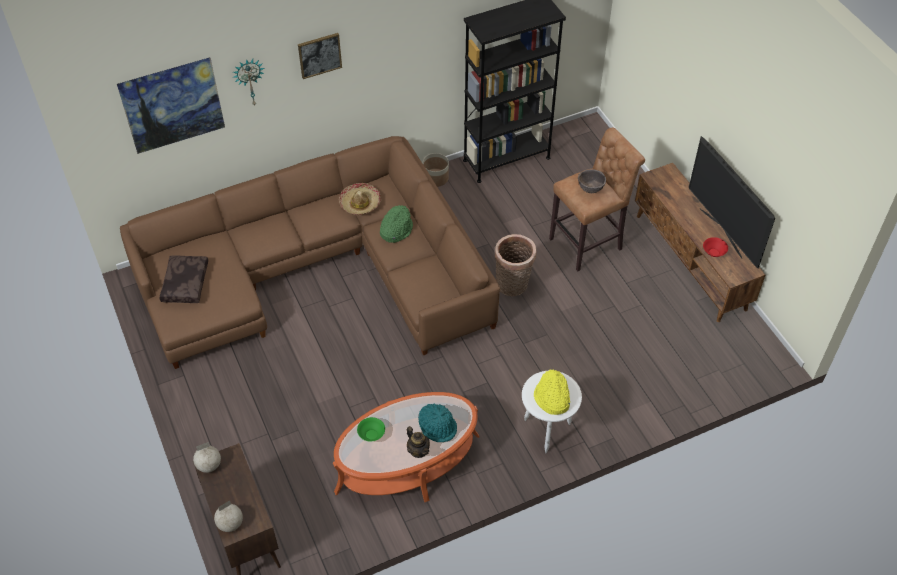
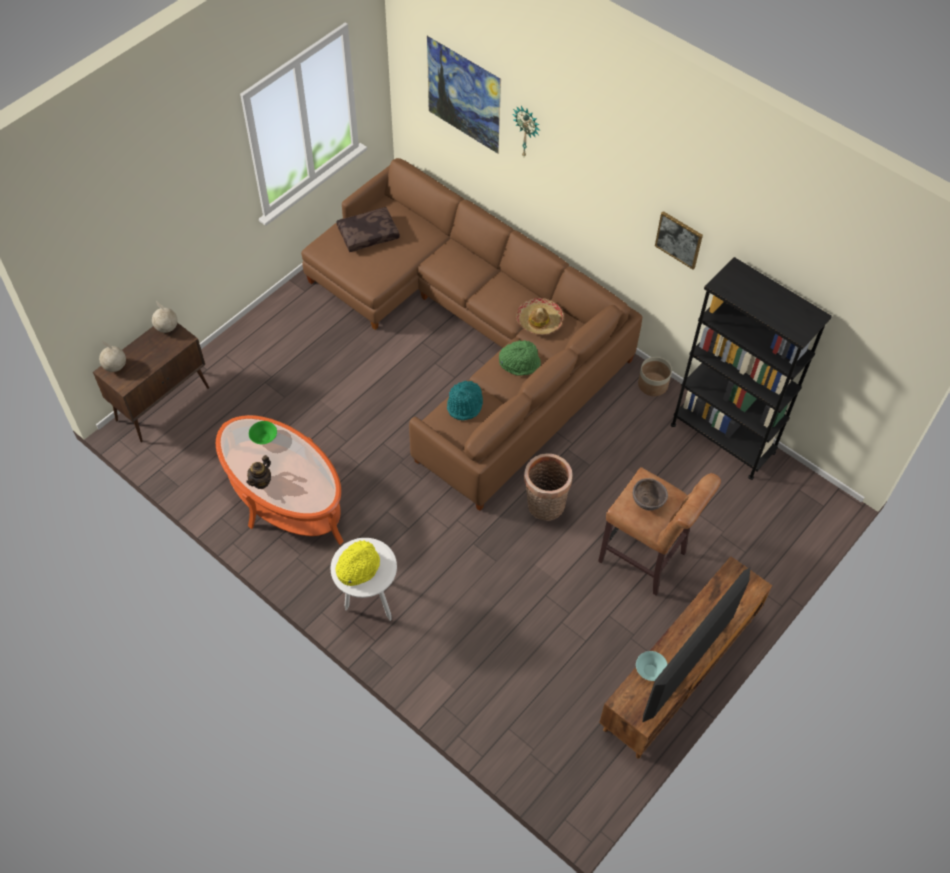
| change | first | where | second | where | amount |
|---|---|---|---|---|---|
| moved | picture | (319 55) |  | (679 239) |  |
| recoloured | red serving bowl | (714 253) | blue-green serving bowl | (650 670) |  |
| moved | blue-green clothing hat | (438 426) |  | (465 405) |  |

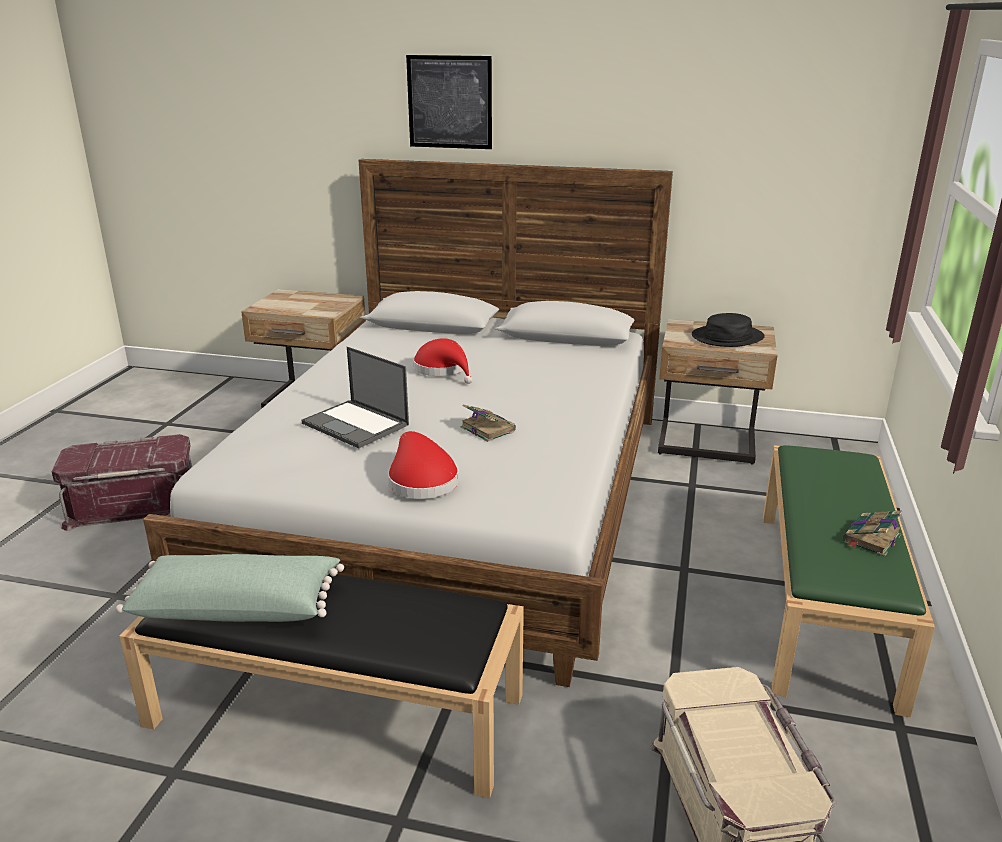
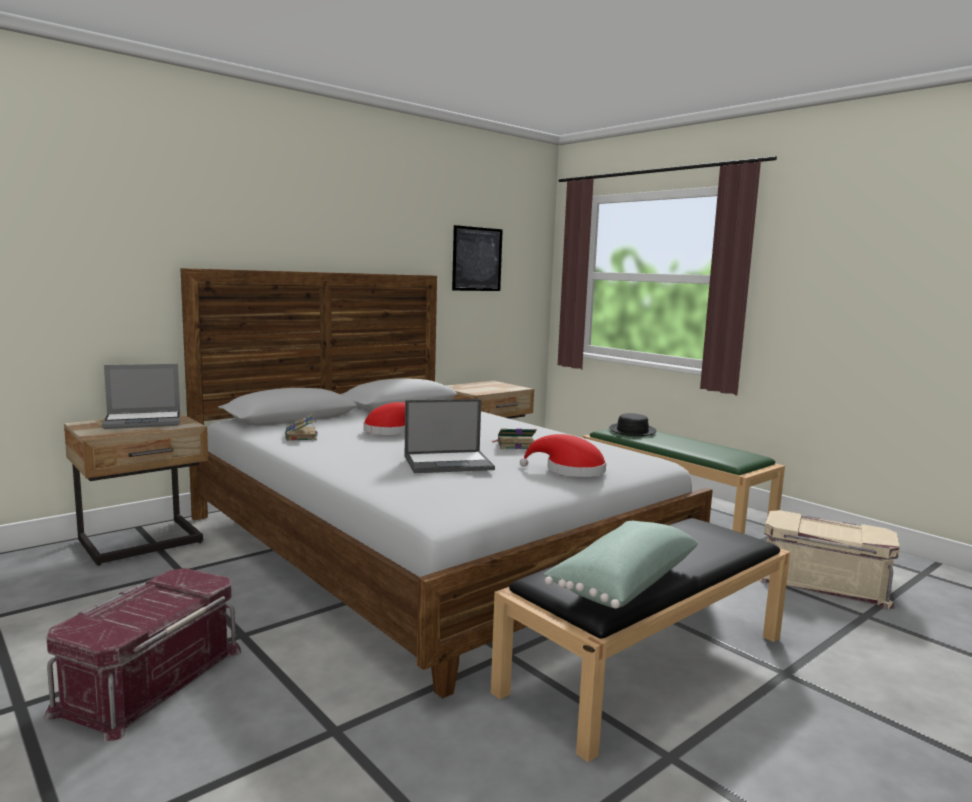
| change | first | where | second | where | amount |
|---|---|---|---|---|---|
| moved | picture | (449 102) |  | (477 259) |  |
| moved | black-coloured clothing hat | (727 337) |  | (632 431) |  |
| moved | book | (871 539) |  | (301 436) |  |
| added |  |  | notebook computer | (144 421) |  |

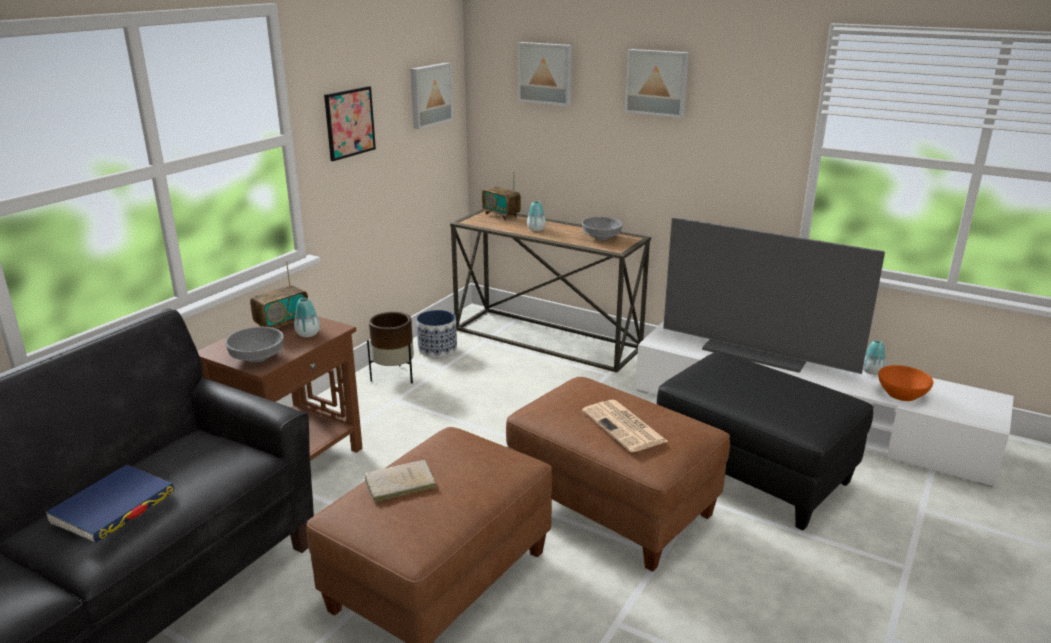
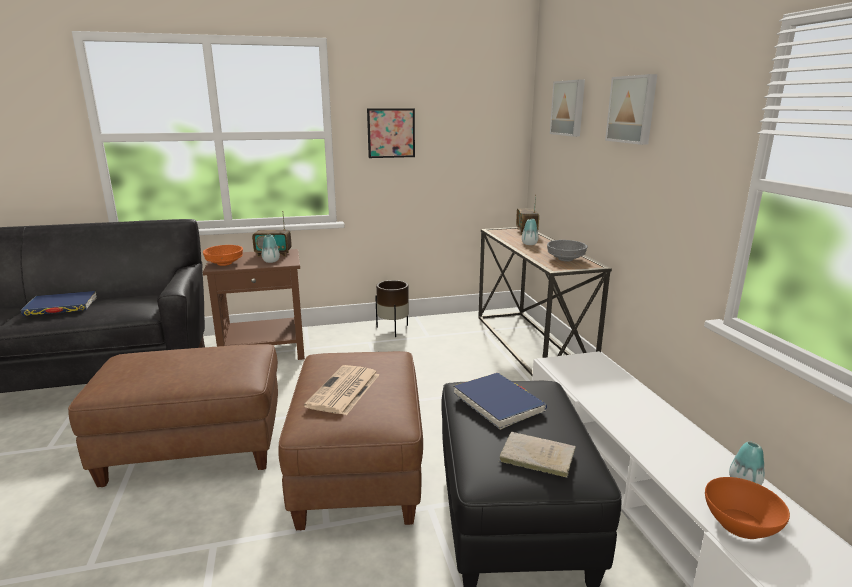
| change | first | where | second | where | amount |
|---|---|---|---|---|---|
| removed | picture | (429 95) |  |  |  |
| removed | TV | (757 352) |  |  |  |
| removed | plant pot | (437 349) |  |  |  |
| recoloured | grey serving bowl | (256 358) | orange-coloured serving bowl | (224 263) |  |
| moved | sand-coloured book | (398 483) |  | (535 456) |  |
| added |  |  | bluish book | (498 403) |  |

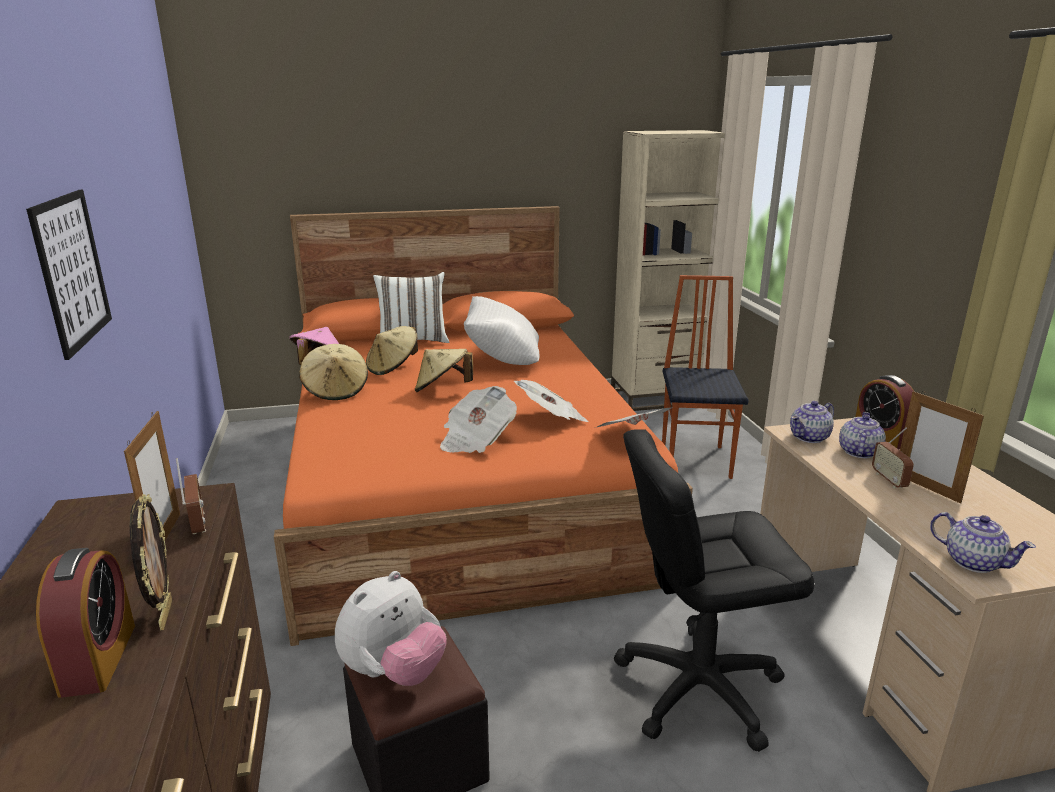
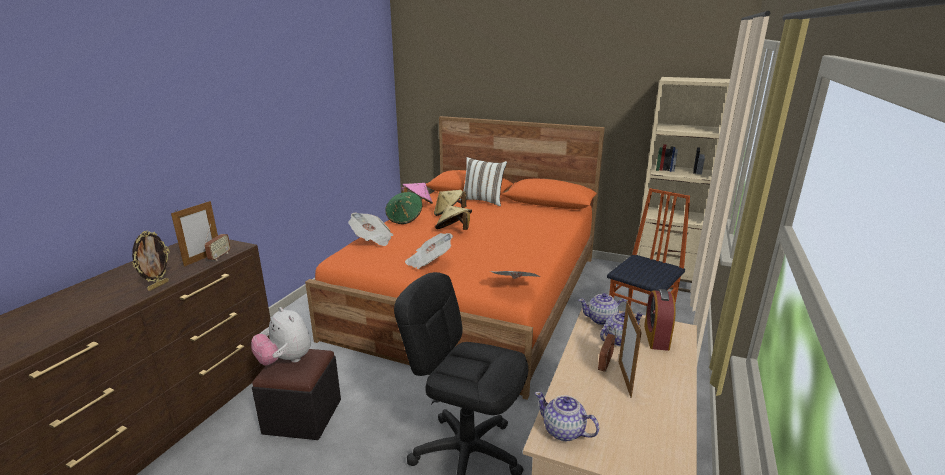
| change | first | where | second | where | amount |
|---|---|---|---|---|---|
| removed | picture | (72 270) |  |  |  |
| removed | white-coloured throw pillow | (503 360) |  |  |  |
| recoloured | sand-coloured clothing hat | (336 390) | greenish clothing hat | (404 219) |  |
| moved | printed paper | (551 419) |  | (372 239) |  |
| turned | teapot | (972 561) |  | (564 431) | 135 degrees clockwise |
| removed | alarm clock | (98 658) |  |  |  |
| turned | plush toy | (393 672) |  | (285 360) | 60 degrees clockwise |

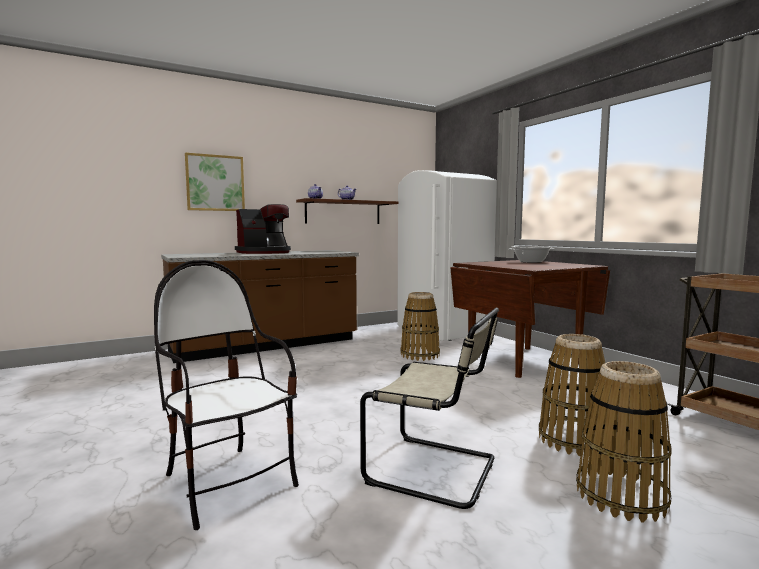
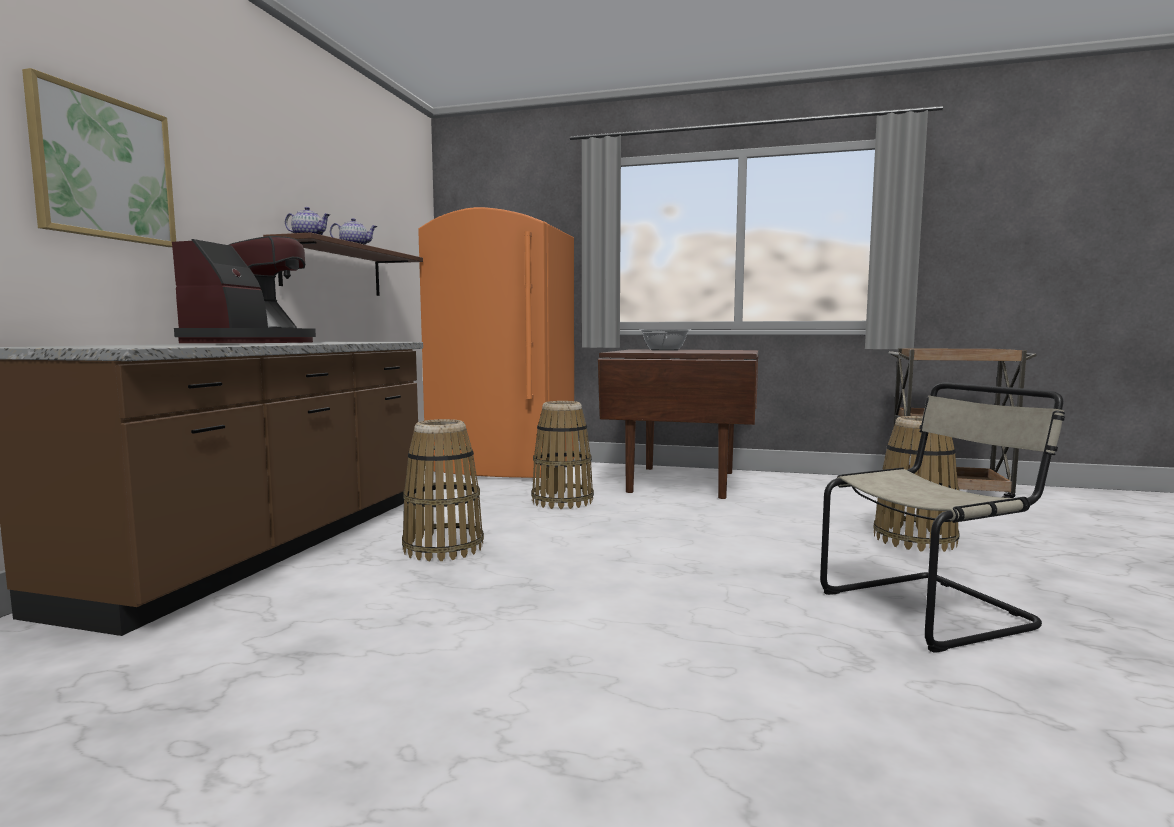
| change | first | where | second | where | amount |
|---|---|---|---|---|---|
| recoloured | white-coloured refrigerator | (442 331) | orange-coloured refrigerator | (503 468) |  |
| removed | chair | (228 483) |  |  |  |
| moved | basket | (621 496) |  | (443 547) |  |

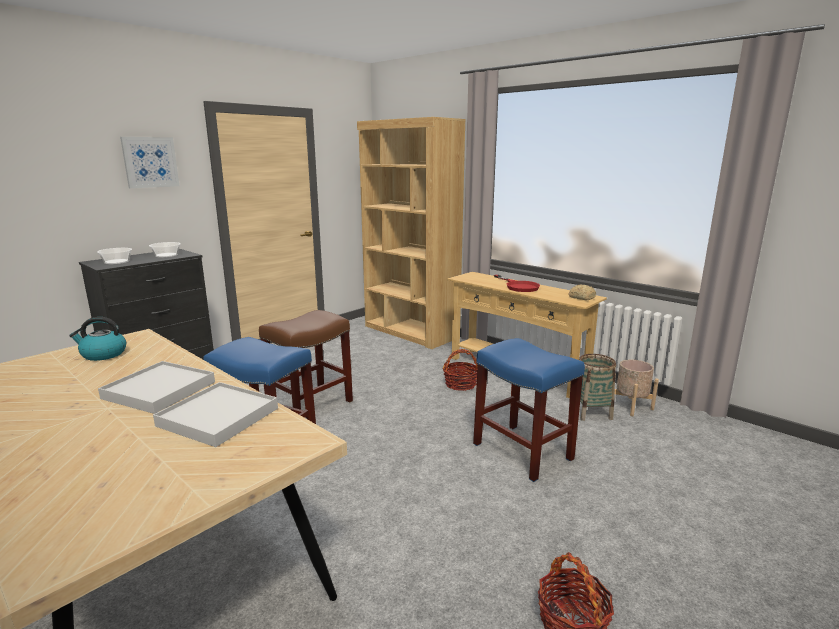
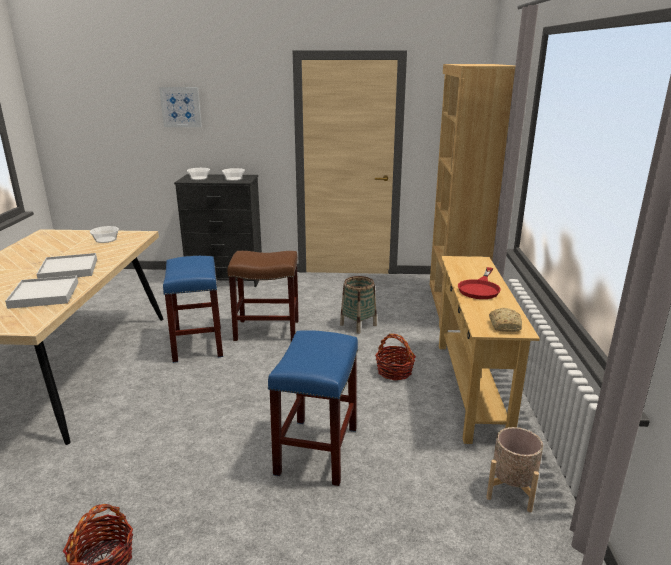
| change | first | where | second | where | amount |
|---|---|---|---|---|---|
| moved | picture | (150 162) |  | (181 107) |  |
| replaced | water kettle | (103 354) | serving bowl | (106 240) |  |
| moved | basket | (591 412) |  | (358 325) |  |

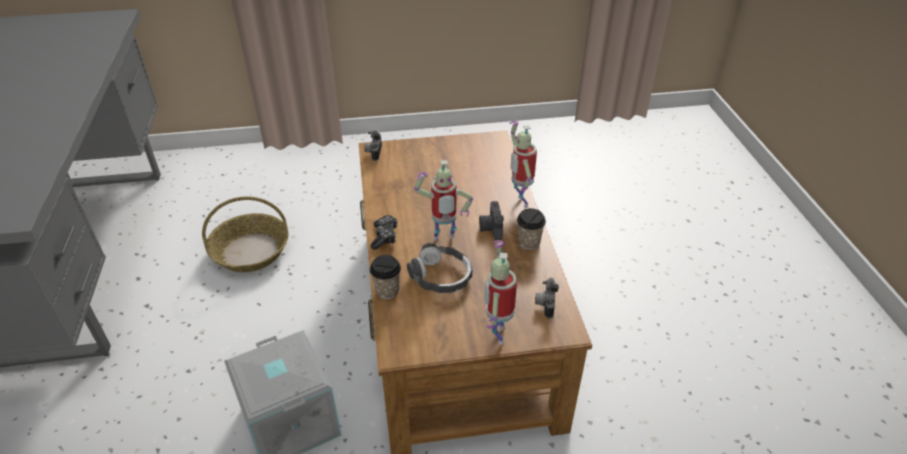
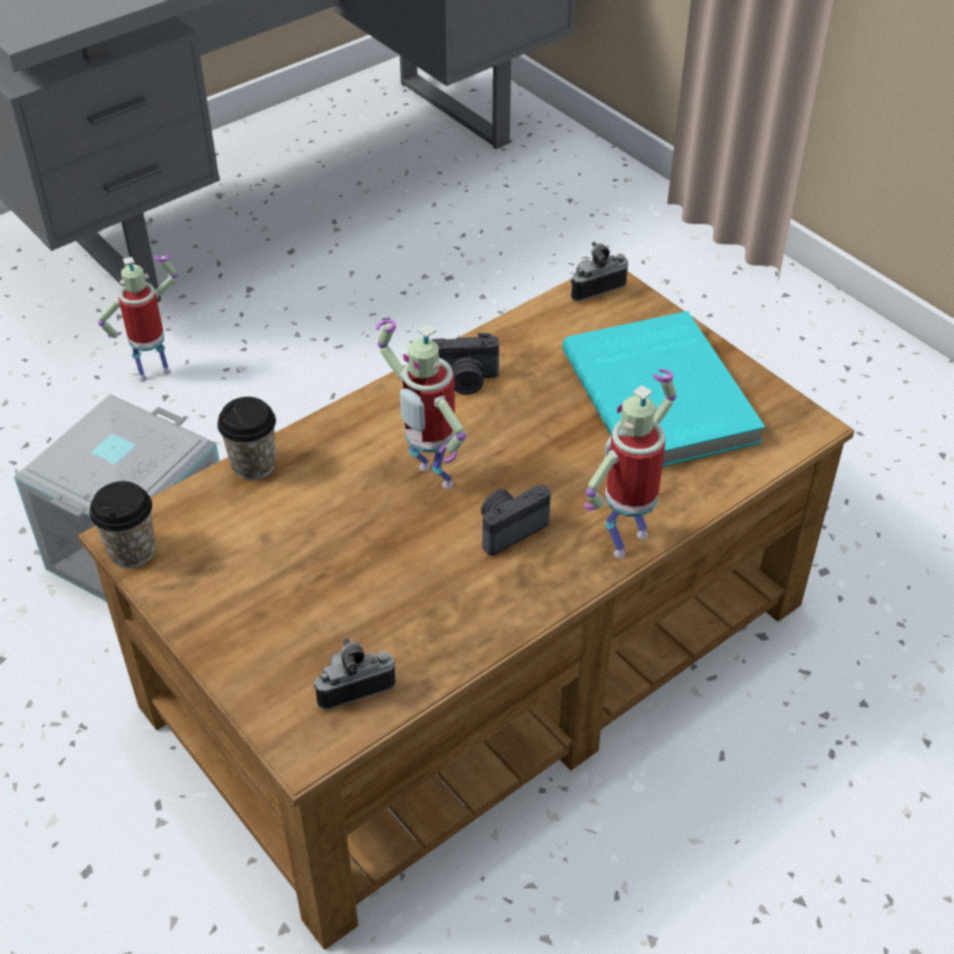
| change | first | where | second | where | amount |
|---|---|---|---|---|---|
| removed | basket | (251 251) |  |  |  |
| moved | small cup | (529 242) |  | (132 551) |  |
| removed | game controller | (384 236) |  |  |  |
| moved | model robot | (497 334) |  | (154 372) |  |
| removed | pair of headphones | (441 276) |  |  |  |
| added |  |  | blue-green book | (663 396) |  |
| added |  |  | still camera | (465 380) |  |

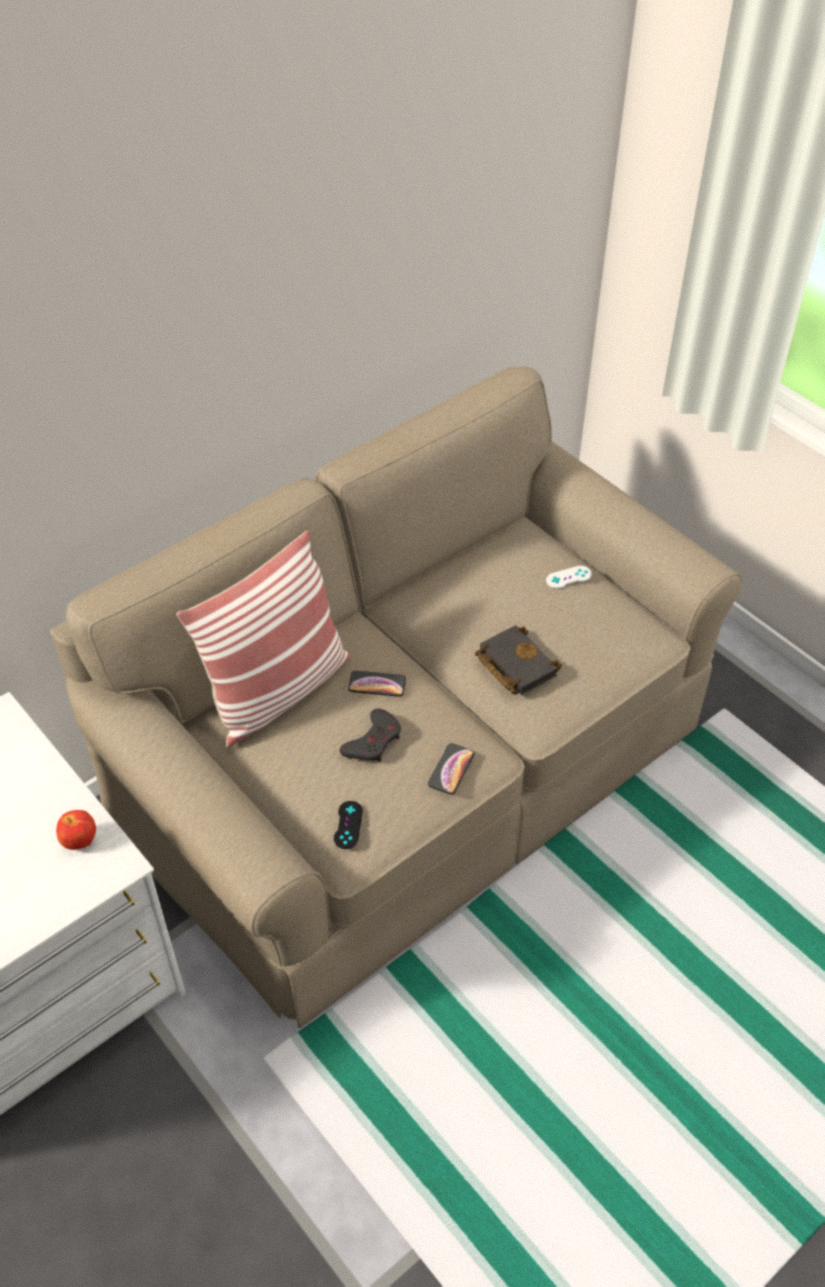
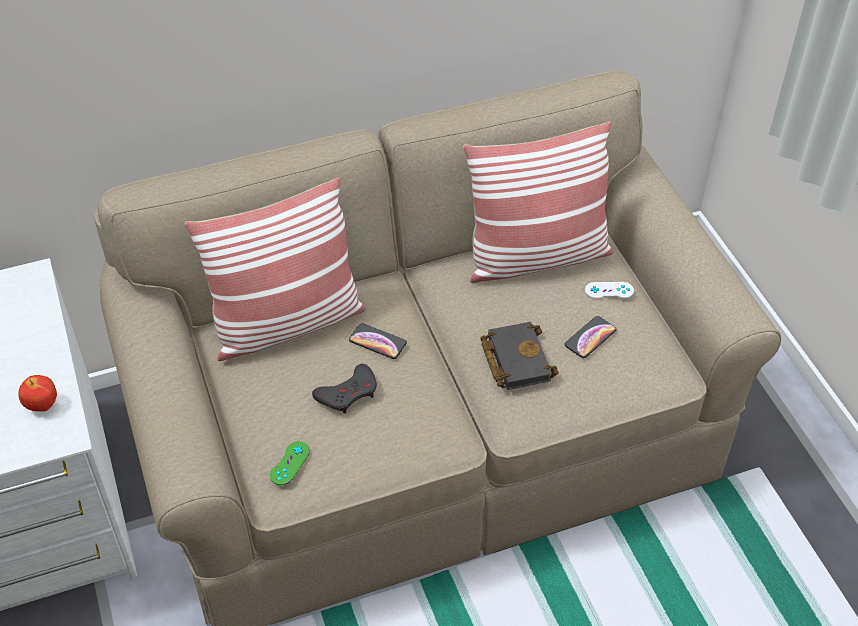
| change | first | where | second | where | amount |
|---|---|---|---|---|---|
| moved | telephone | (451 769) |  | (590 337) |  |
| recoloured | black-coloured game controller | (348 825) | greenish game controller | (289 463) |  |
| added |  |  | throw pillow | (536 256) |  |

